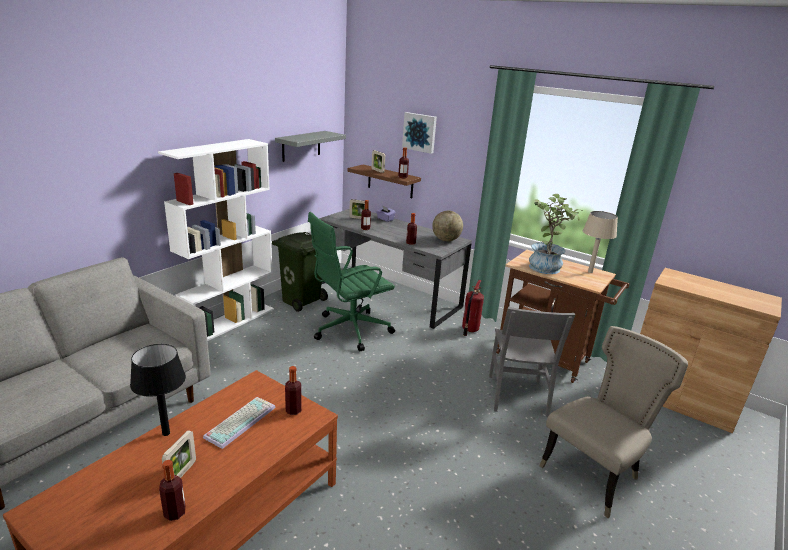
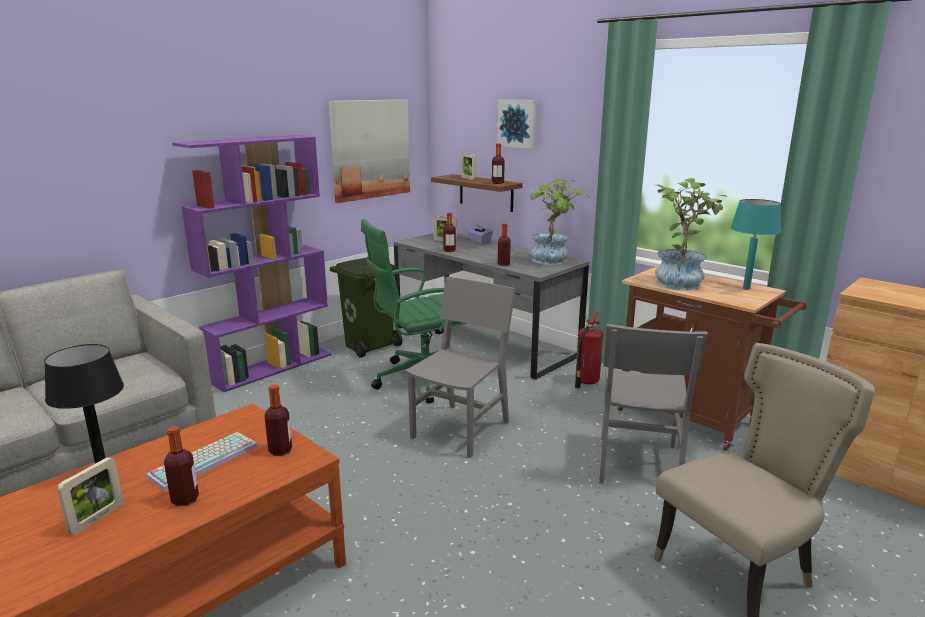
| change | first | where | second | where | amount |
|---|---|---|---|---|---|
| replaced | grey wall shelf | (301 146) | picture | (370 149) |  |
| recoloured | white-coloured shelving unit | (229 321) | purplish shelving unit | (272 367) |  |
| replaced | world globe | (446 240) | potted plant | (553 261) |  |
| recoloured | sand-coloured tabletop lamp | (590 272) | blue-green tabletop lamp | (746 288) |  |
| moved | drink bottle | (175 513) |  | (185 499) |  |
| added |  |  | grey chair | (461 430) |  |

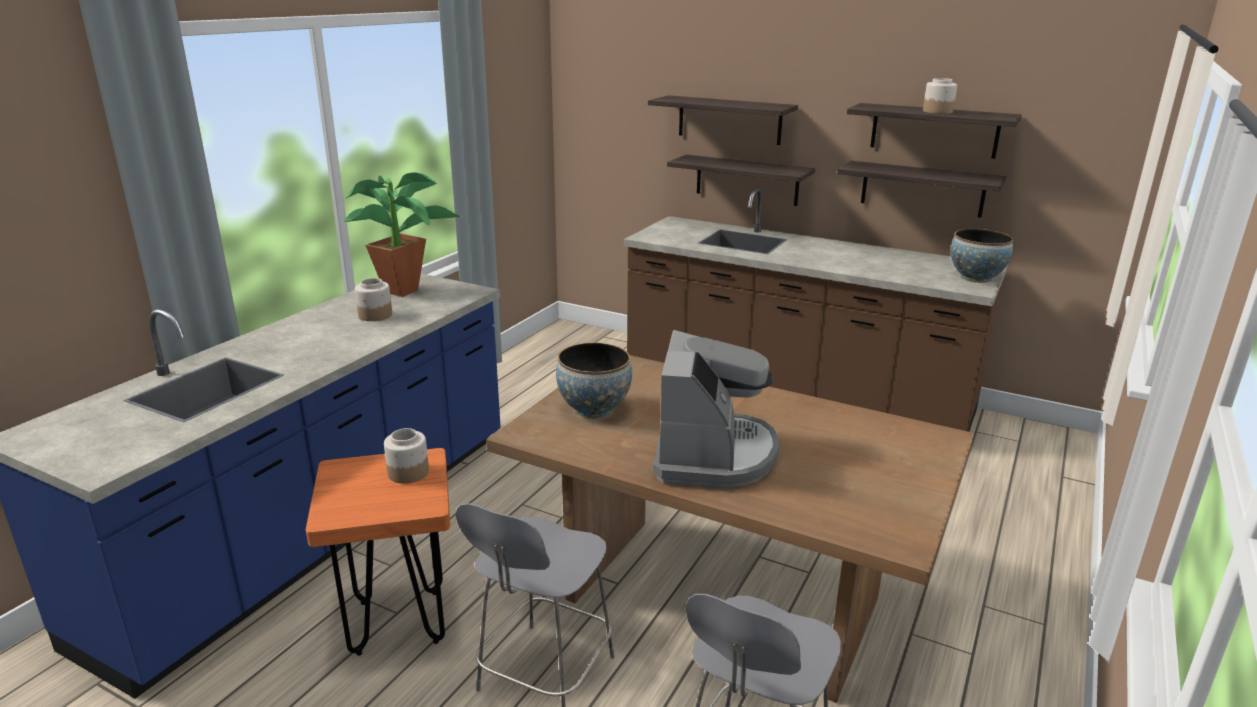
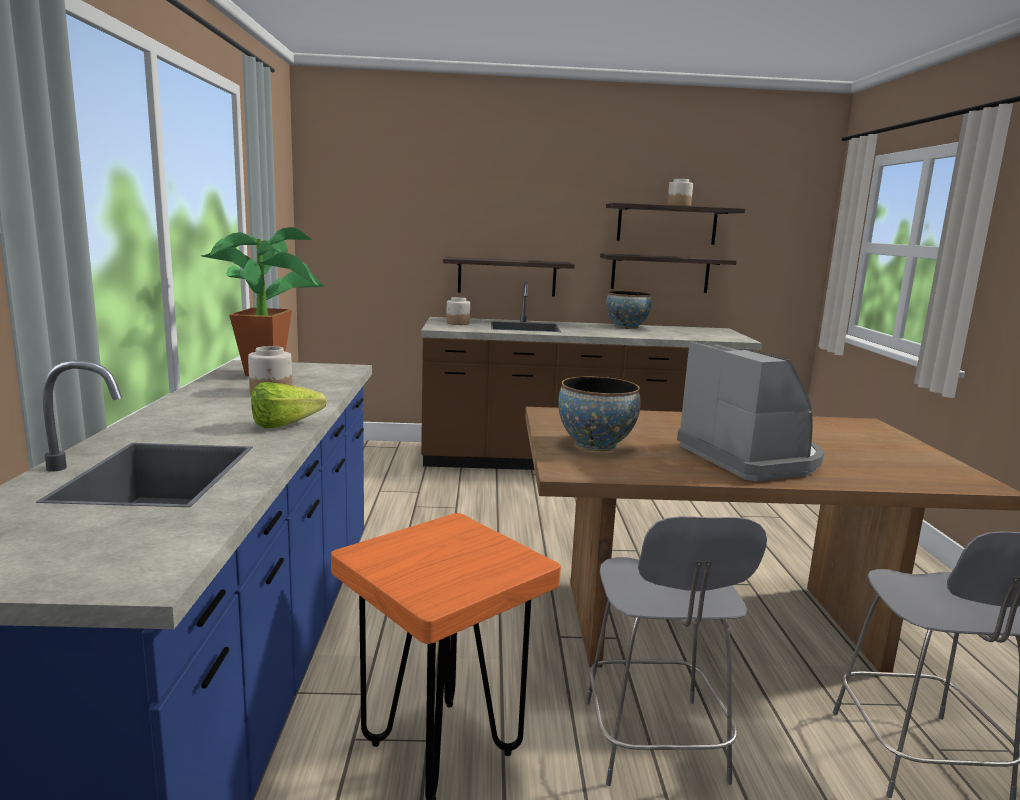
| change | first | where | second | where | amount |
|---|---|---|---|---|---|
| removed | wall shelf | (729 120) |  |  |  |
| moved | serving bowl | (976 278) |  | (626 327) |  |
| moved | storage jar | (408 473) |  | (457 323) |  |
| added |  |  | head of lettuce | (291 425) |  |

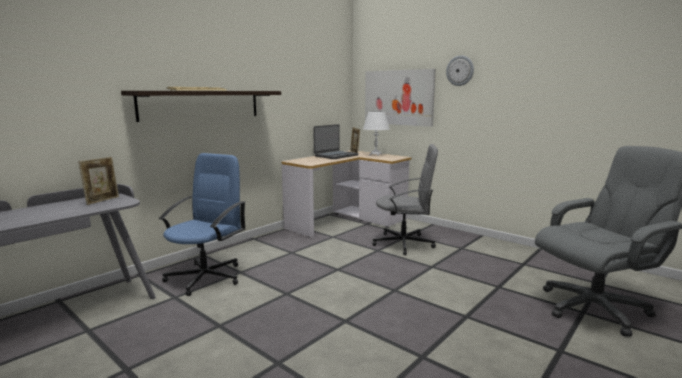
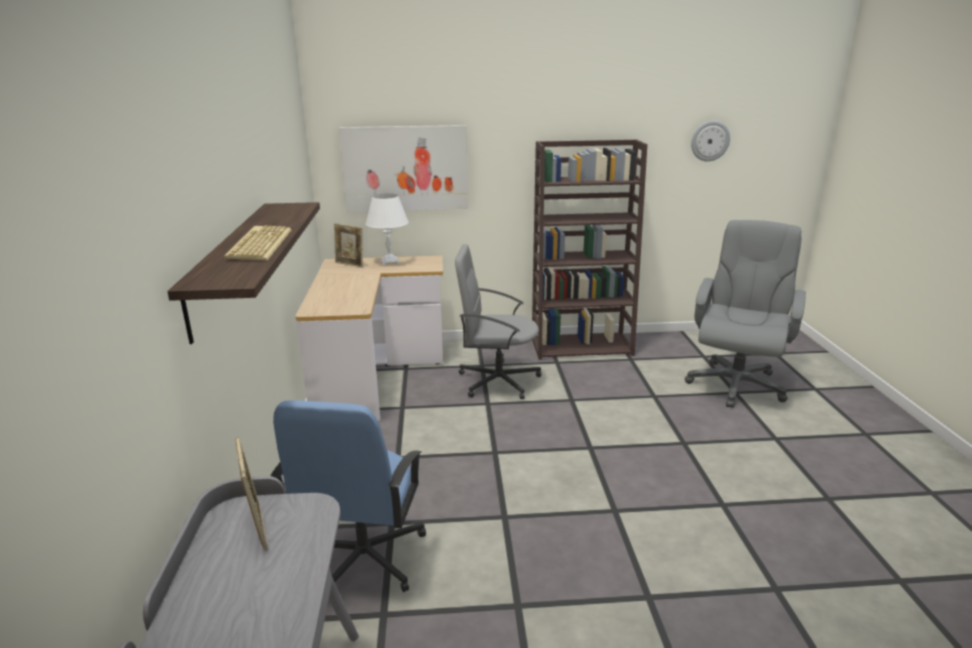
| change | first | where | second | where | amount |
|---|---|---|---|---|---|
| moved | wall clock | (460 70) |  | (710 141) |  |
| removed | notebook computer | (336 155) |  |  |  |
| turned | grey desk chair | (404 243) |  | (497 380) | 135 degrees counterclockwise |
| turned | bluish desk chair | (206 277) |  | (362 559) | 150 degrees counterclockwise |
| added |  |  | brown shelving unit | (582 346) |  |

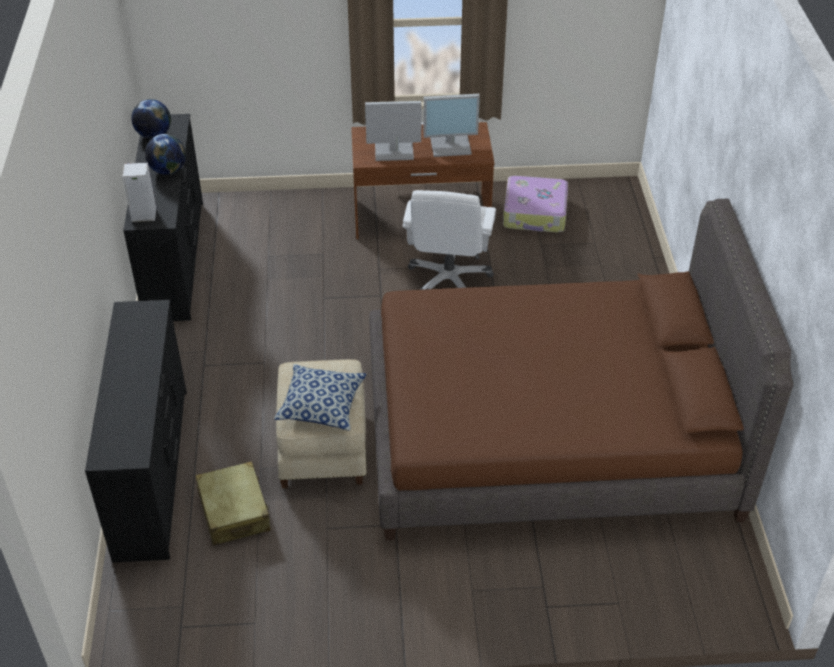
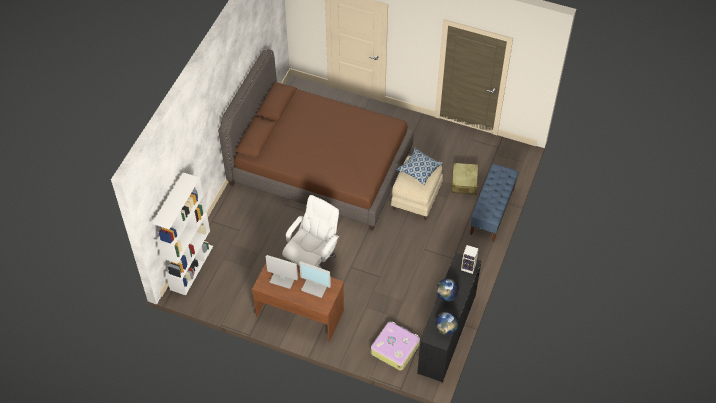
| change | first | where | second | where | amount |
|---|---|---|---|---|---|
| moved | travel case | (535 213) |  | (395 348) |  |
| replaced | black-coloured dresser | (153 471) | bluish long seat | (492 212) |  |
| added |  |  | white-coloured shelving unit | (191 267) |  |

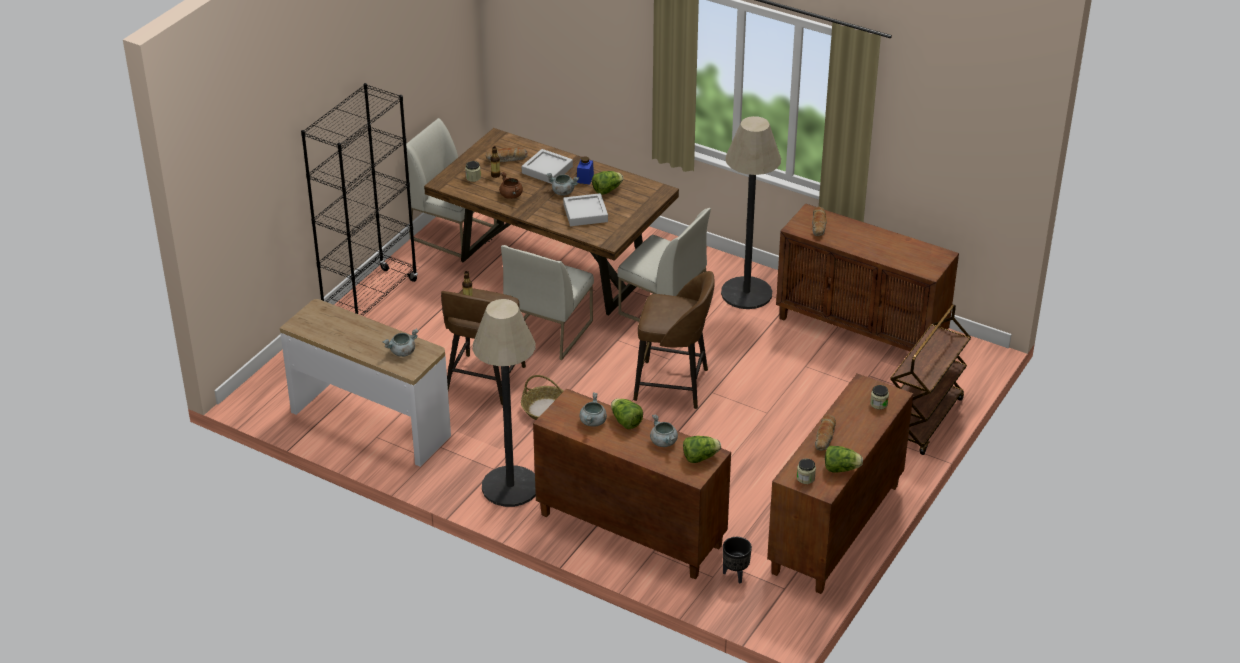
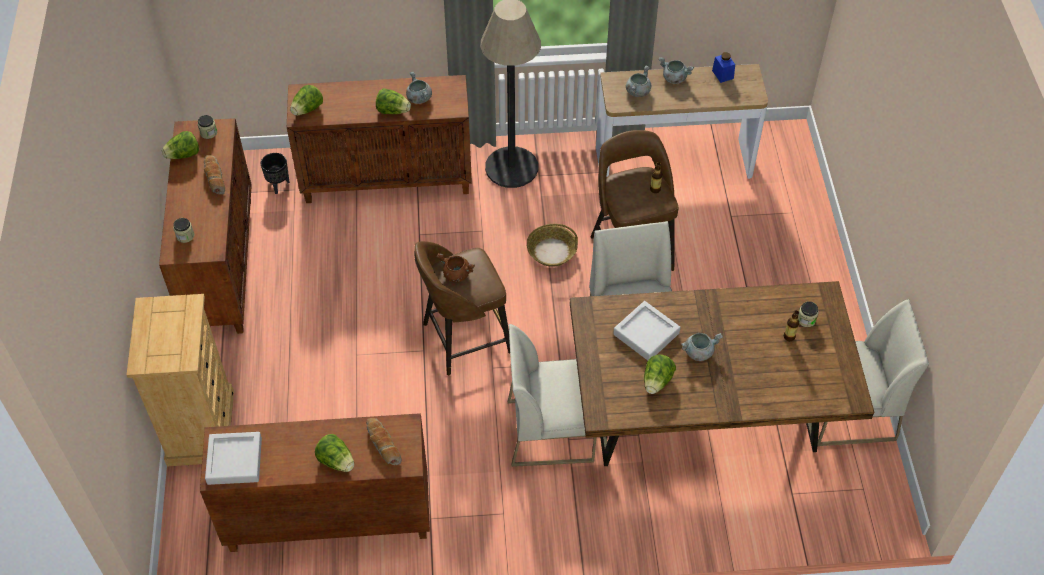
| change | first | where | second | where | amount |
|---|---|---|---|---|---|
| removed | black-coloured shelving unit | (370 300) |  |  |  |
| removed | standing lamp | (746 293) |  |  |  |
| removed | baked bread | (506 159) |  |  |  |
| moved | grey serving tray | (547 170) |  | (234 461) |  |
| moved | bluish storage jar | (585 179) |  | (722 74) |  |
| moved | brown cooking pot | (512 195) |  | (456 274) |  |
| replaced | brown cart | (924 421) | sand-coloured dresser | (200 427) |  |
| moved | grey cooking pot | (664 442) |  | (674 78) |  |
| added |  |  | head of lettuce | (336 461) |  |

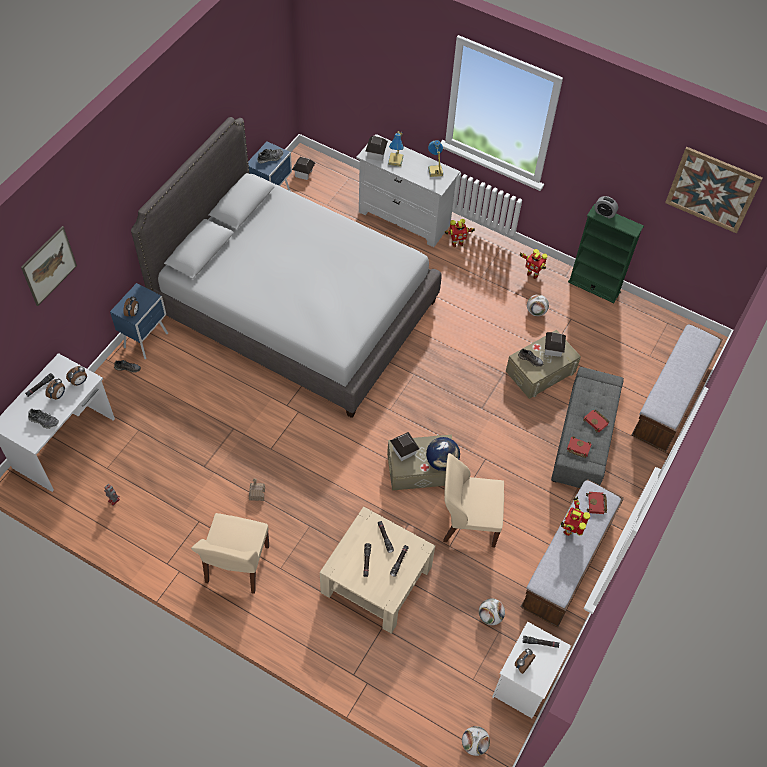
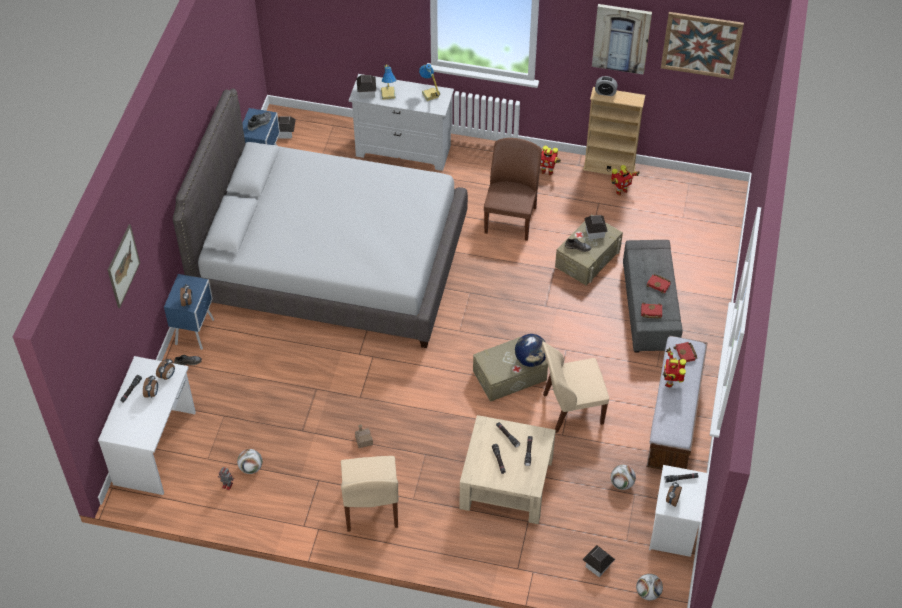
| change | first | where | second | where | amount |
|---|---|---|---|---|---|
| recoloured | greenish shelving unit | (594 287) | sand-coloured shelving unit | (609 168) |  |
| moved | model robot | (457 243) |  | (620 191) |  |
| moved | ball for football | (536 311) |  | (251 468) |  |
| removed | long seat | (670 400) |  |  |  |
| removed | shoe | (44 421) |  |  |  |
| moved | model house | (404 451) |  | (597 565) |  |
| added |  |  | picture | (621 38) |  |
| added |  |  | brown chair | (511 219) |  |

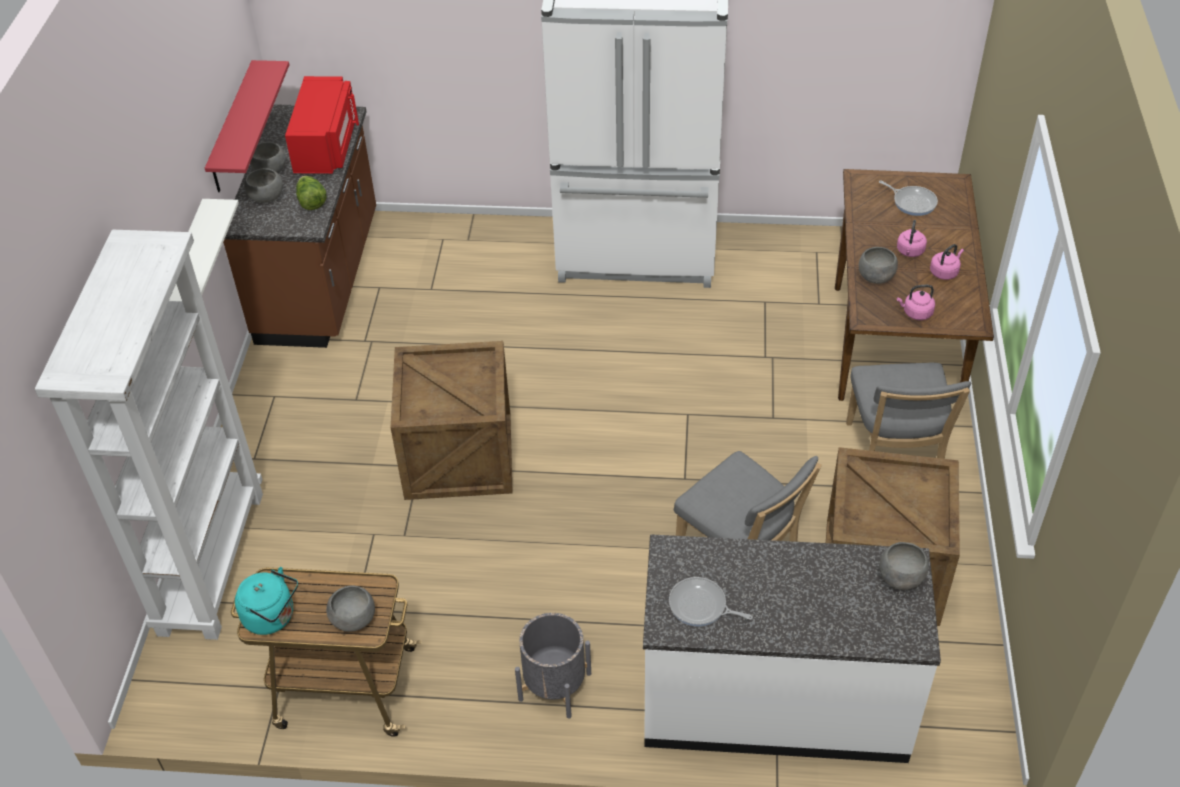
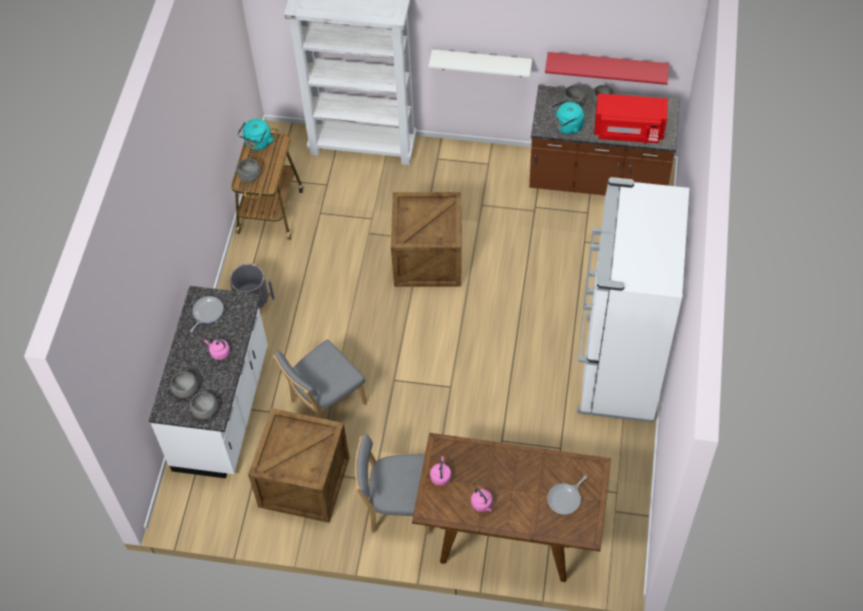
| change | first | where | second | where | amount |
|---|---|---|---|---|---|
| replaced | head of lettuce | (311 202) | blue-green water kettle | (567 127) |  |
| moved | pink-coloured water kettle | (910 252) |  | (219 352) |  |
| moved | grey serving bowl | (876 277) |  | (185 390) |  |

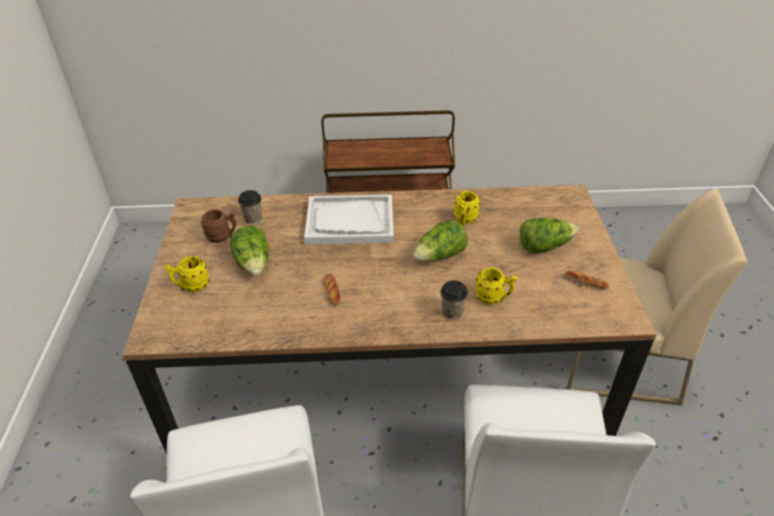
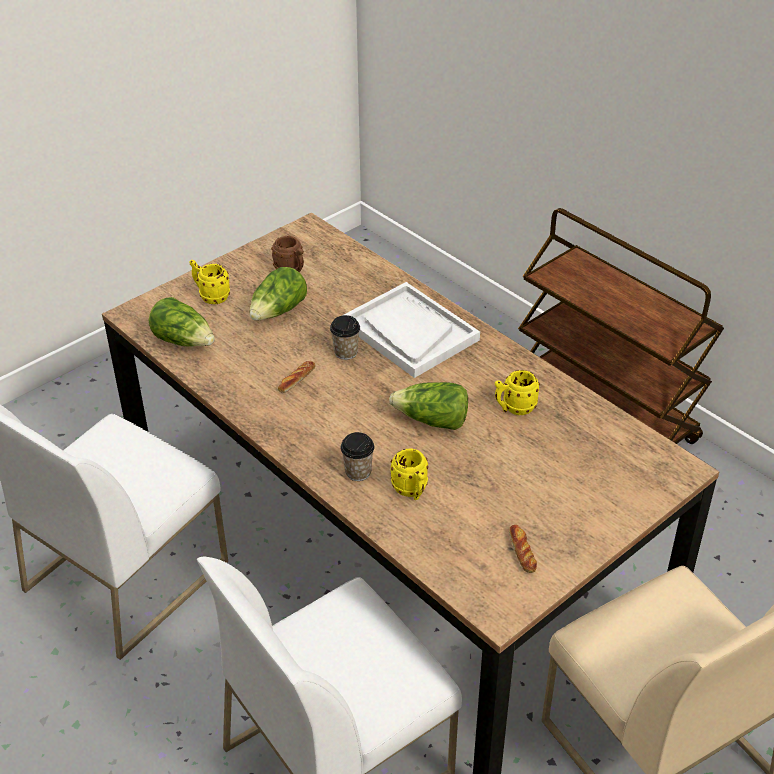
| change | first | where | second | where | amount |
|---|---|---|---|---|---|
| moved | small cup | (253 218) |  | (346 352) |  |
| moved | head of lettuce | (544 246) |  | (184 341) |  |

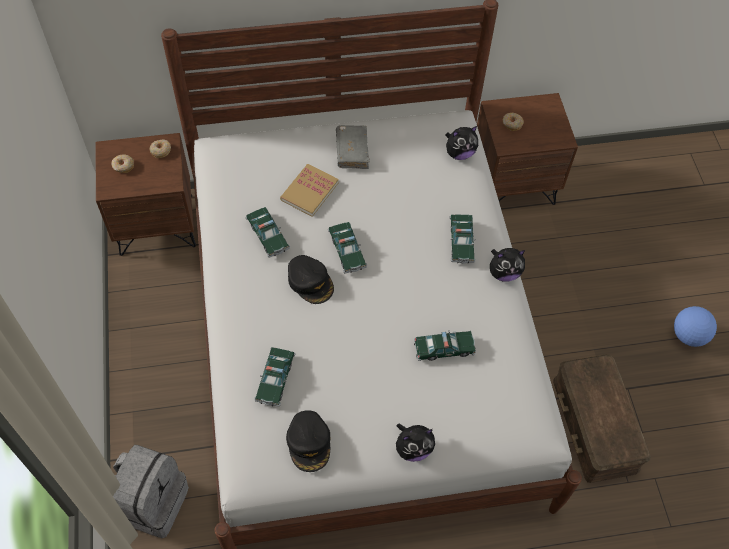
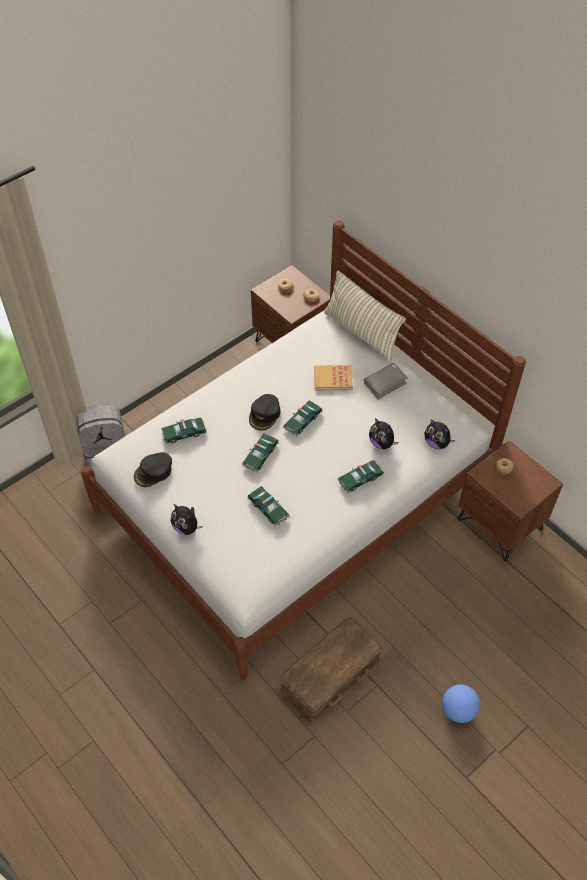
| change | first | where | second | where | amount |
|---|---|---|---|---|---|
| moved | miniature car | (268 235) |  | (260 455) |  |
| moved | plush toy | (504 273) |  | (381 443) |  |
| added |  |  | throw pillow | (361 333) |  |

